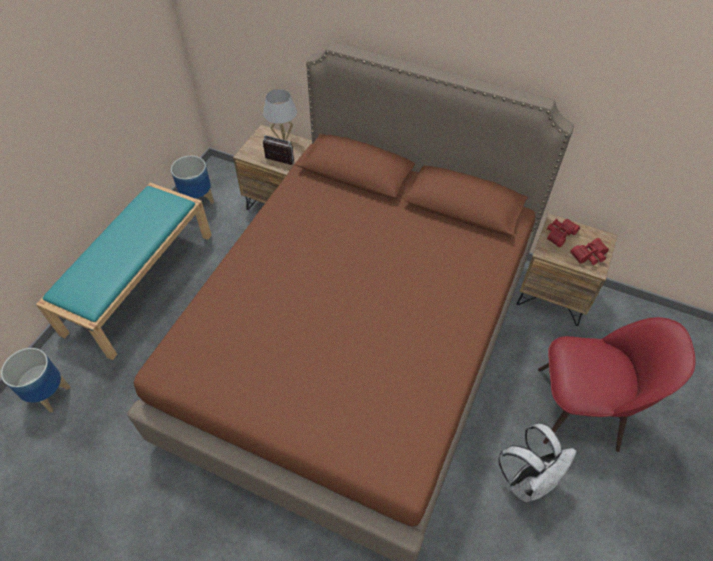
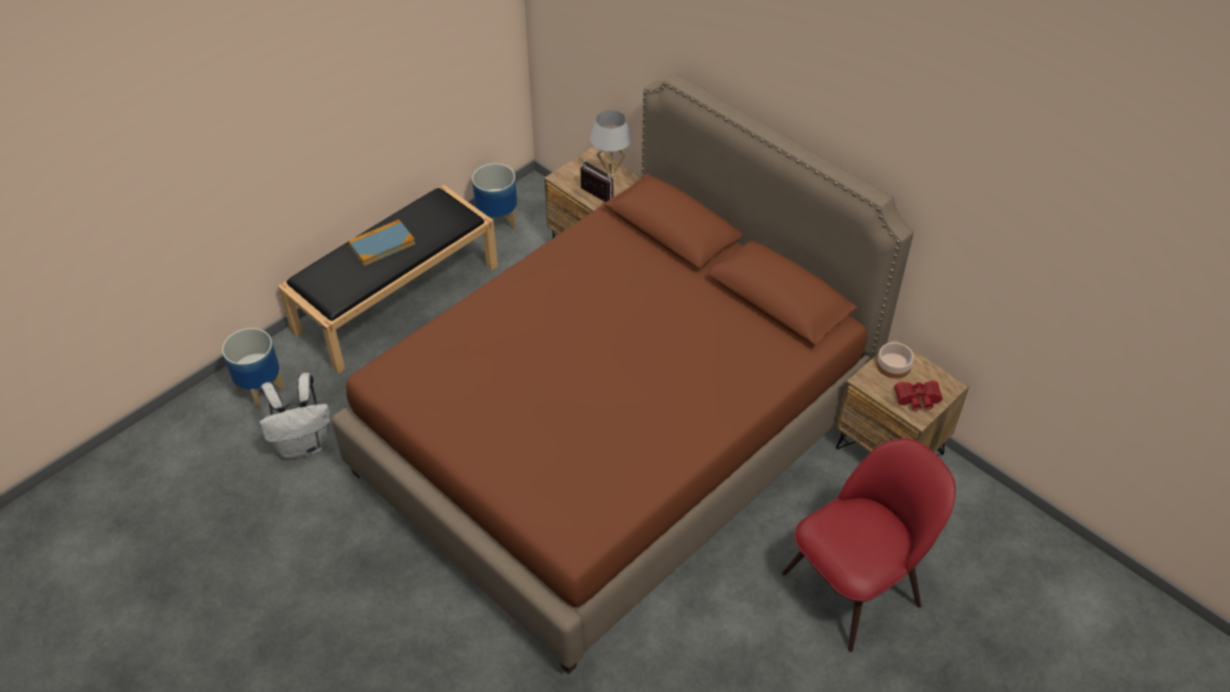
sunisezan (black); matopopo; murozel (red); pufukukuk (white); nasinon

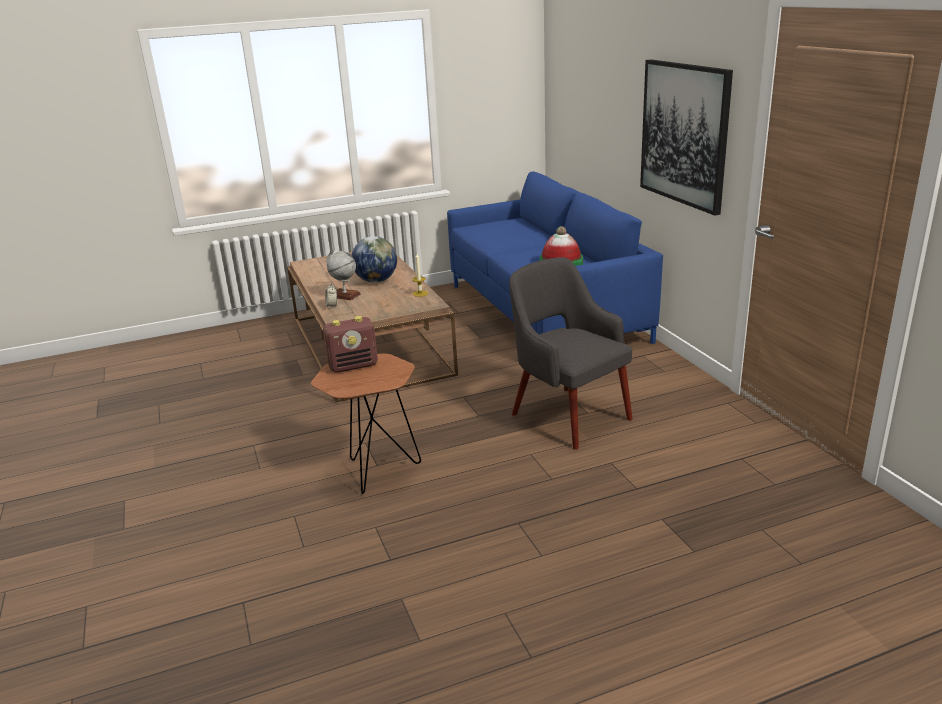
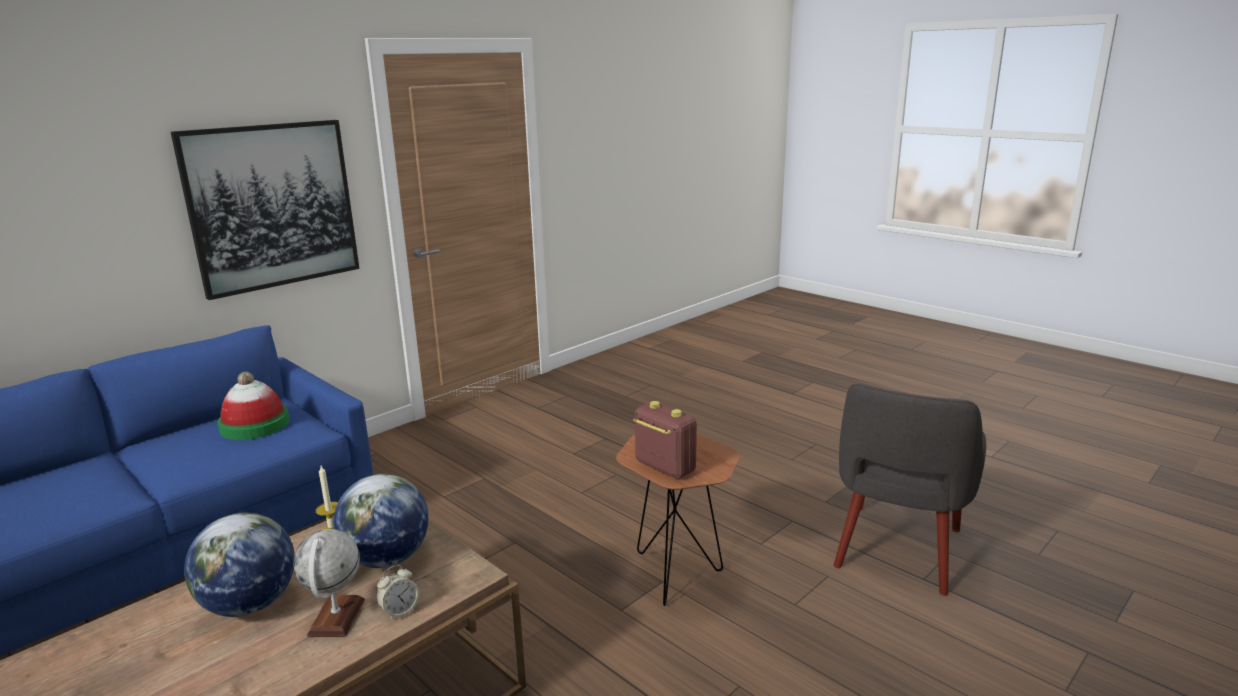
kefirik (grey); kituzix (no. 3 from left)

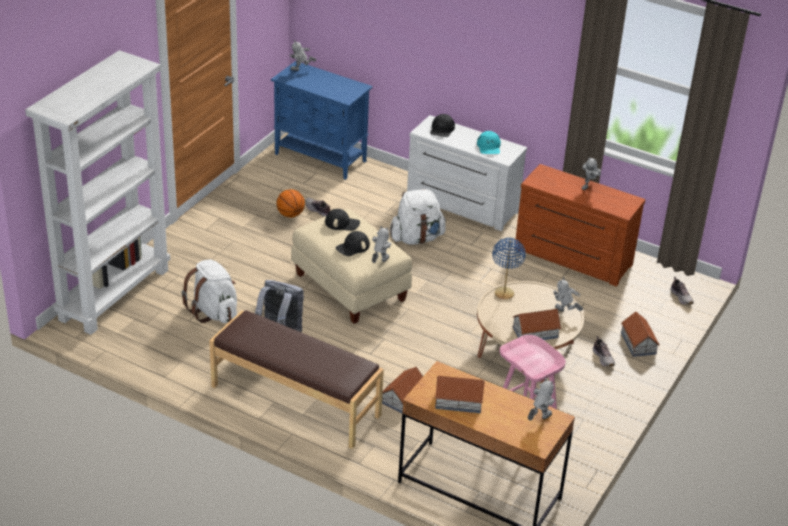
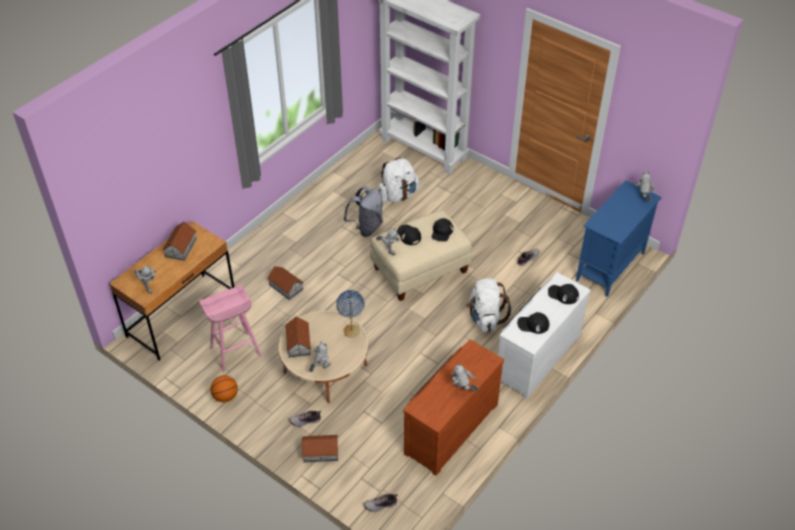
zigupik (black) (no. 3 from left); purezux; sunisezan (brown)

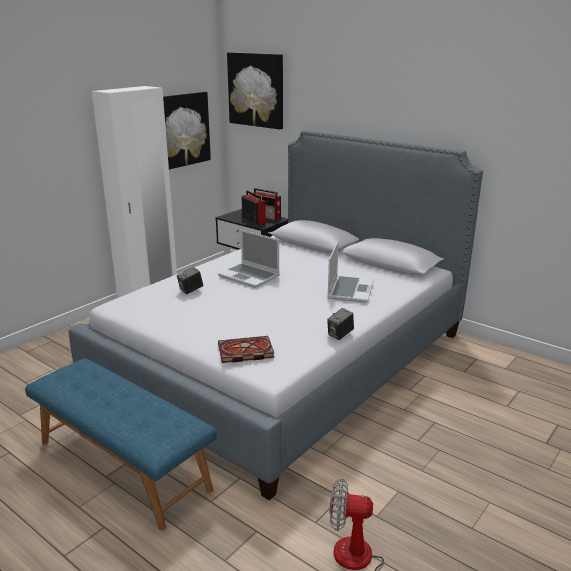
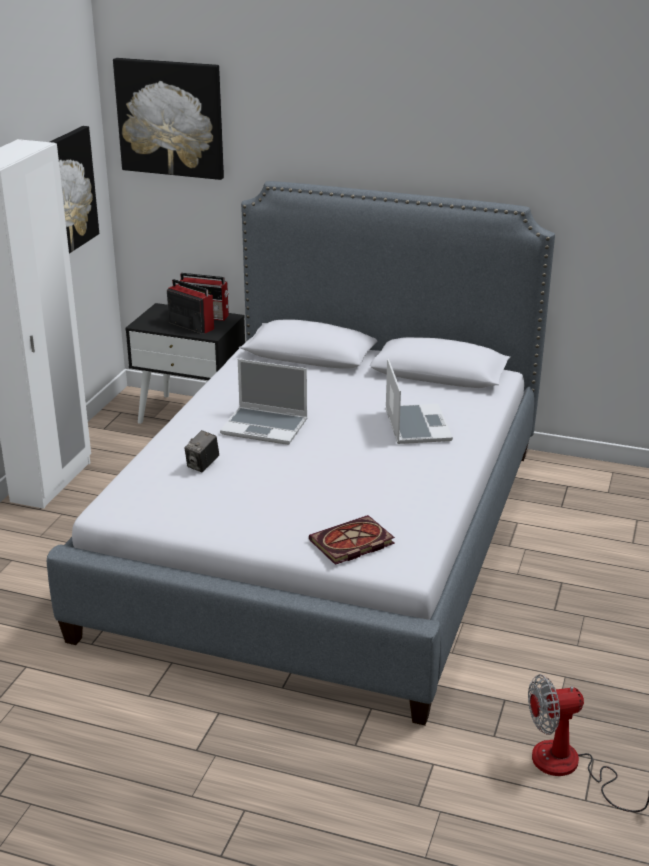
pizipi (no. 2 from left in the first image); sunisezan (blue)

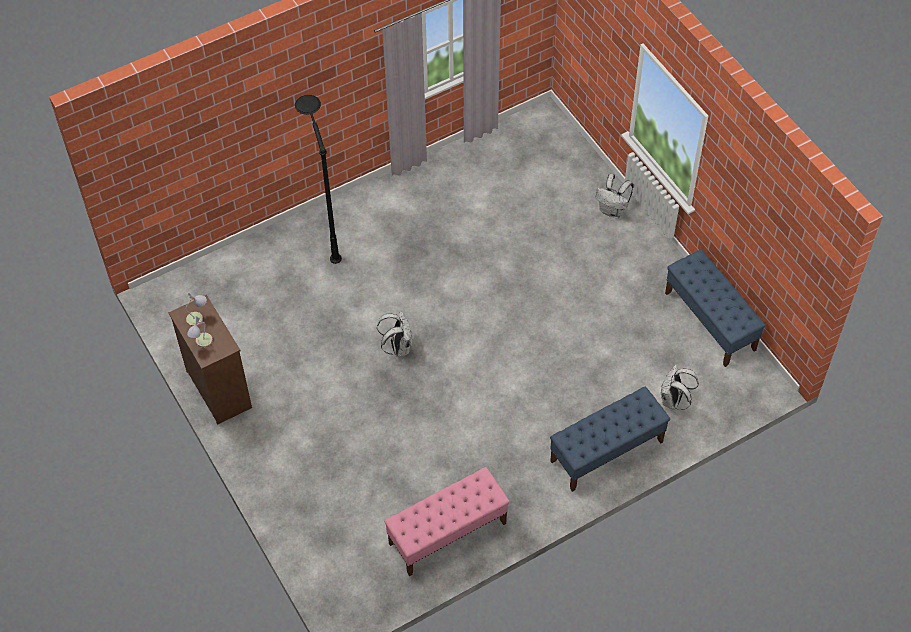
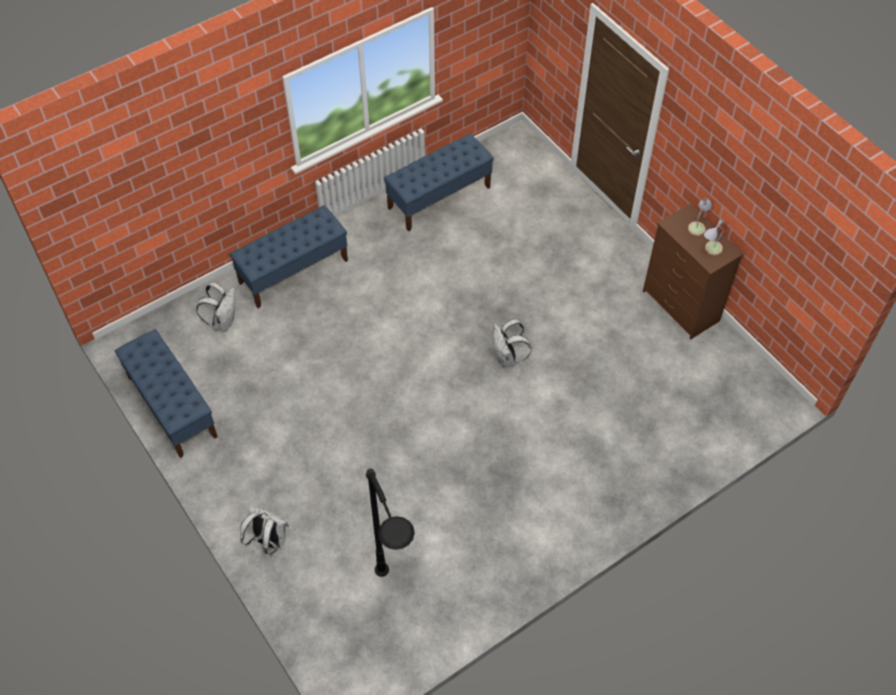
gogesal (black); sunisezan (blue) (no. 3 from left)

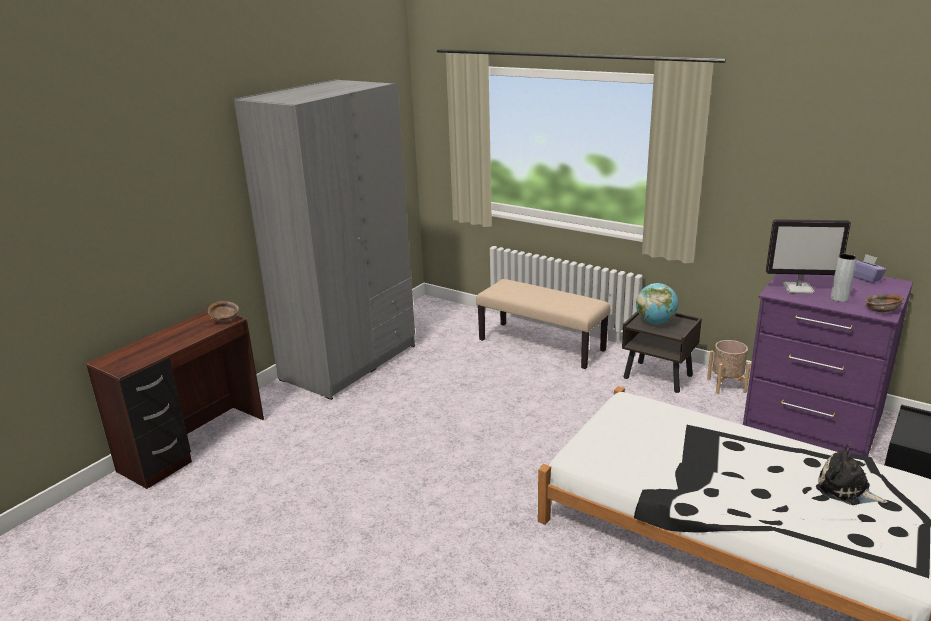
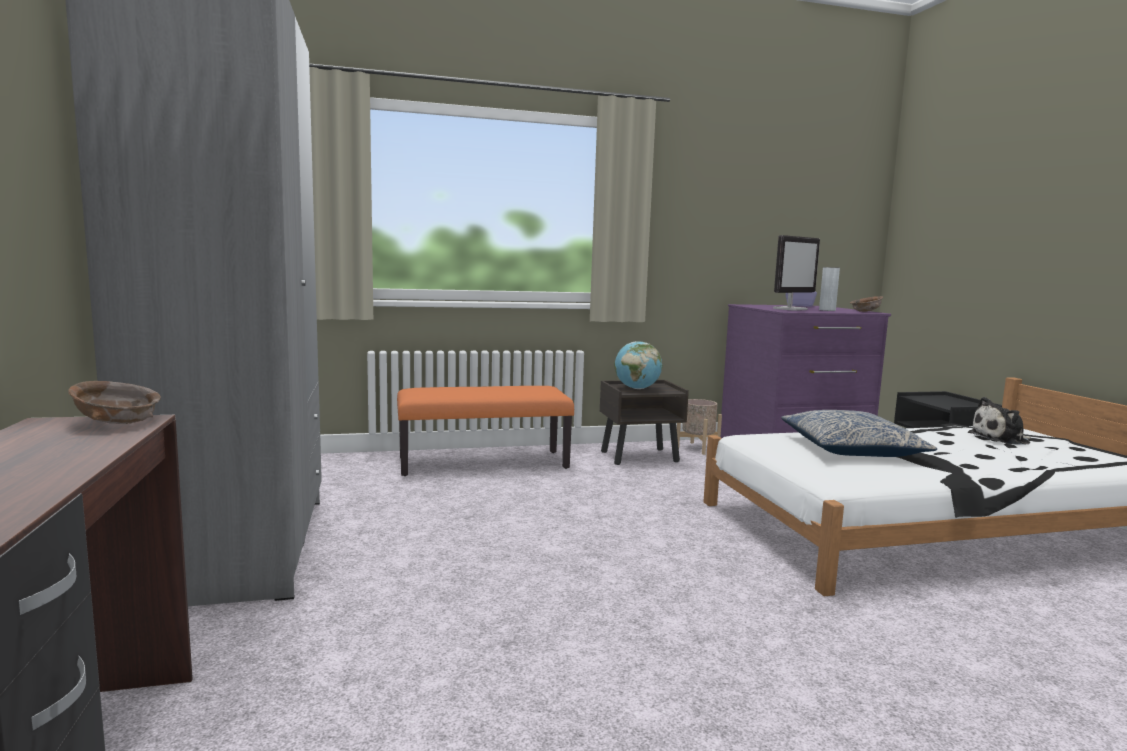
sunisezan (orange); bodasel

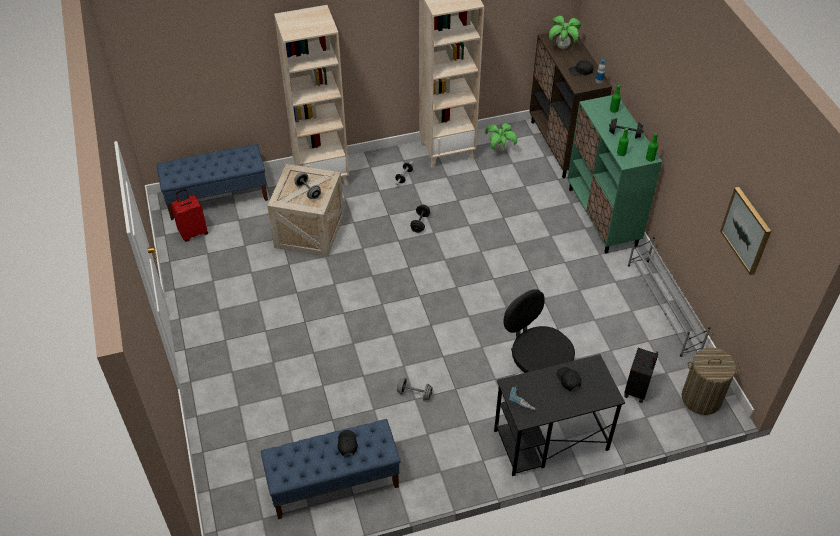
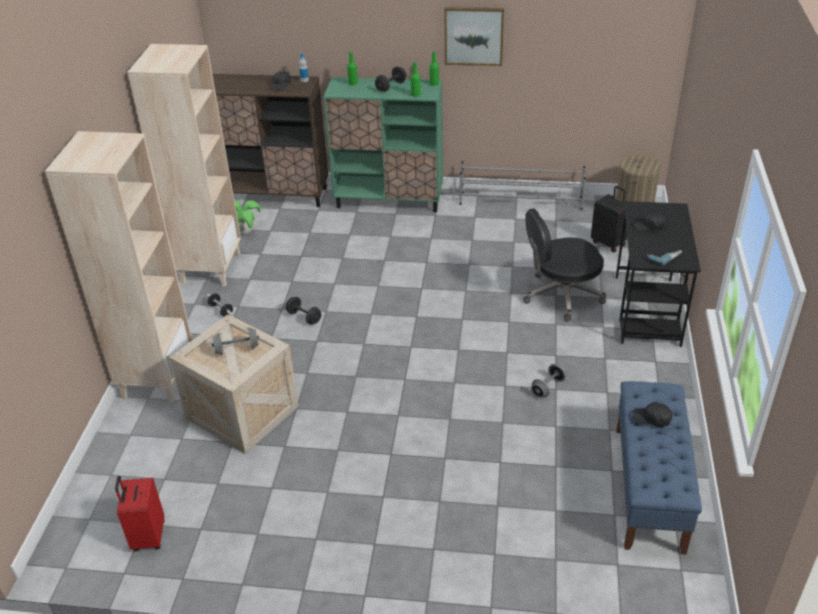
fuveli (no. 2 from left in the first image); sunisezan (blue) (no. 1 from left in the first image); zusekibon

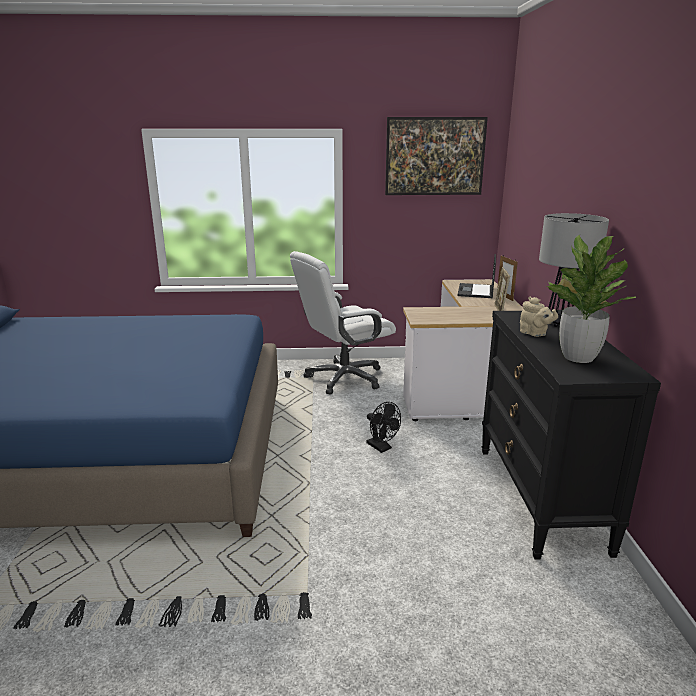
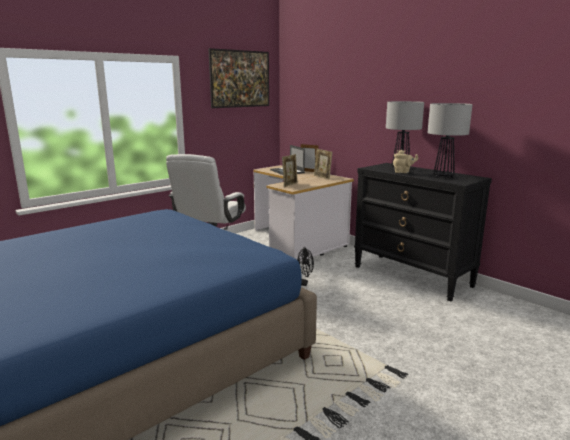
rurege (no. 2 from left); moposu (no. 1 from left)

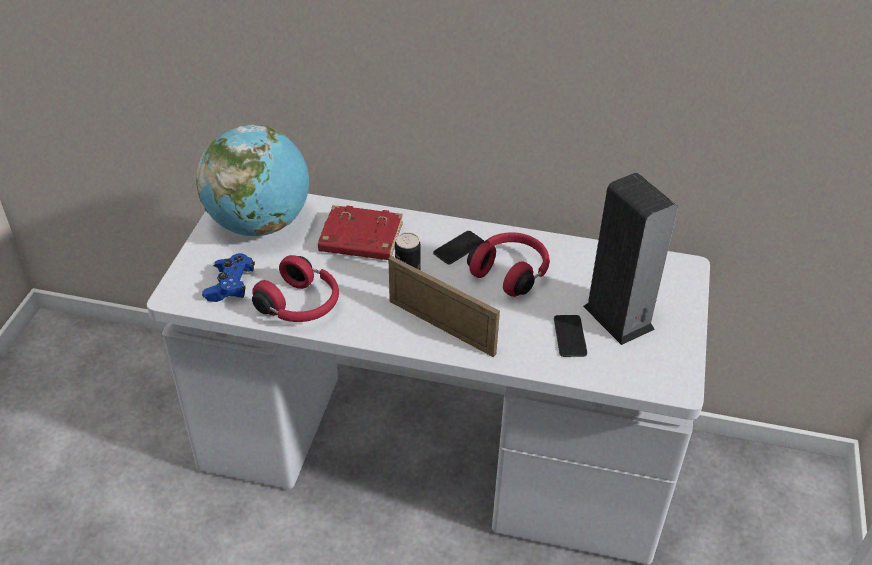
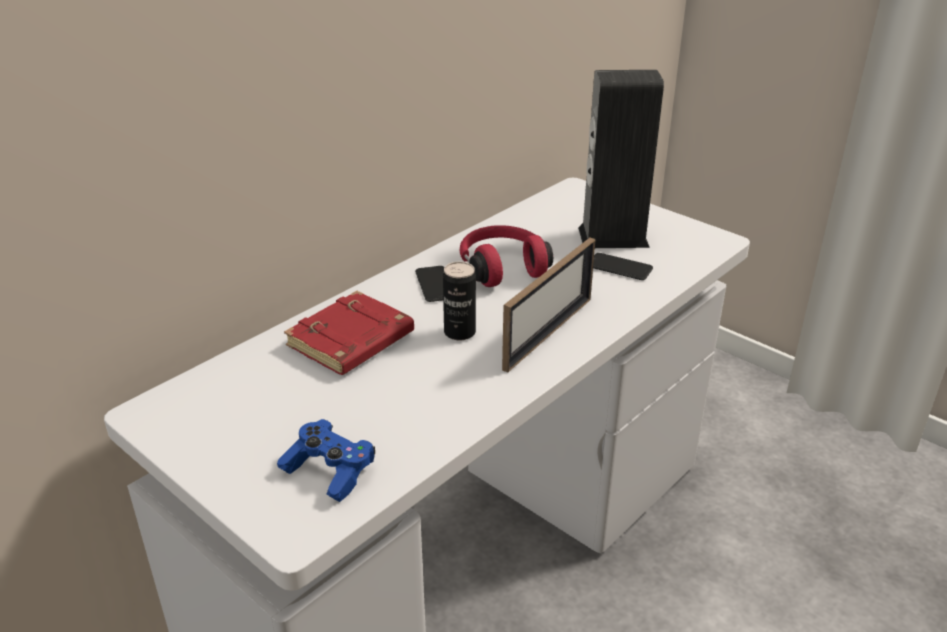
kituzix; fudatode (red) (no. 1 from left in the first image); moposu

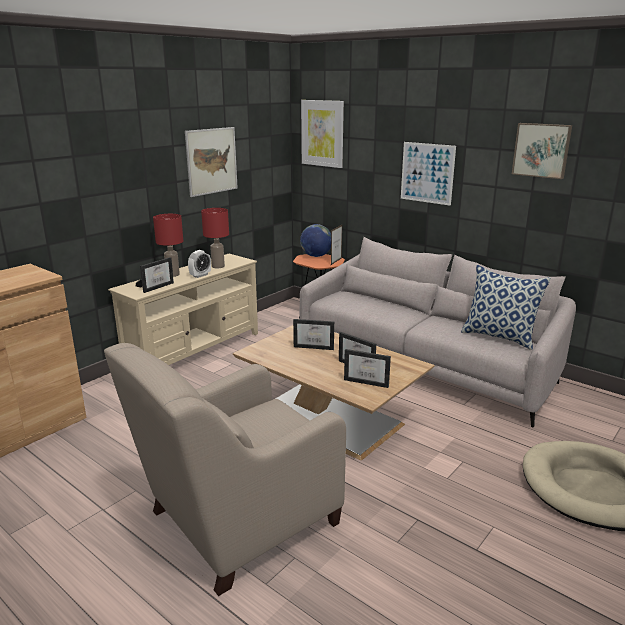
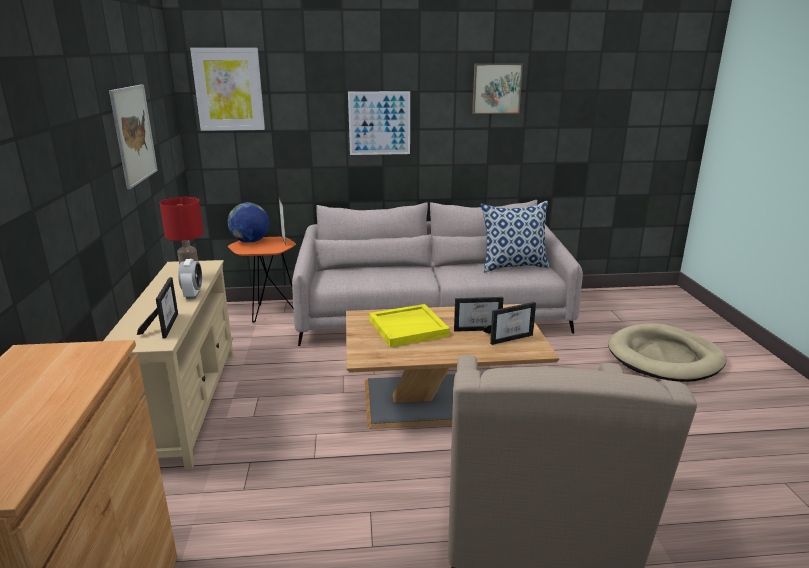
rurege (red) (no. 1 from left in the first image); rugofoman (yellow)

